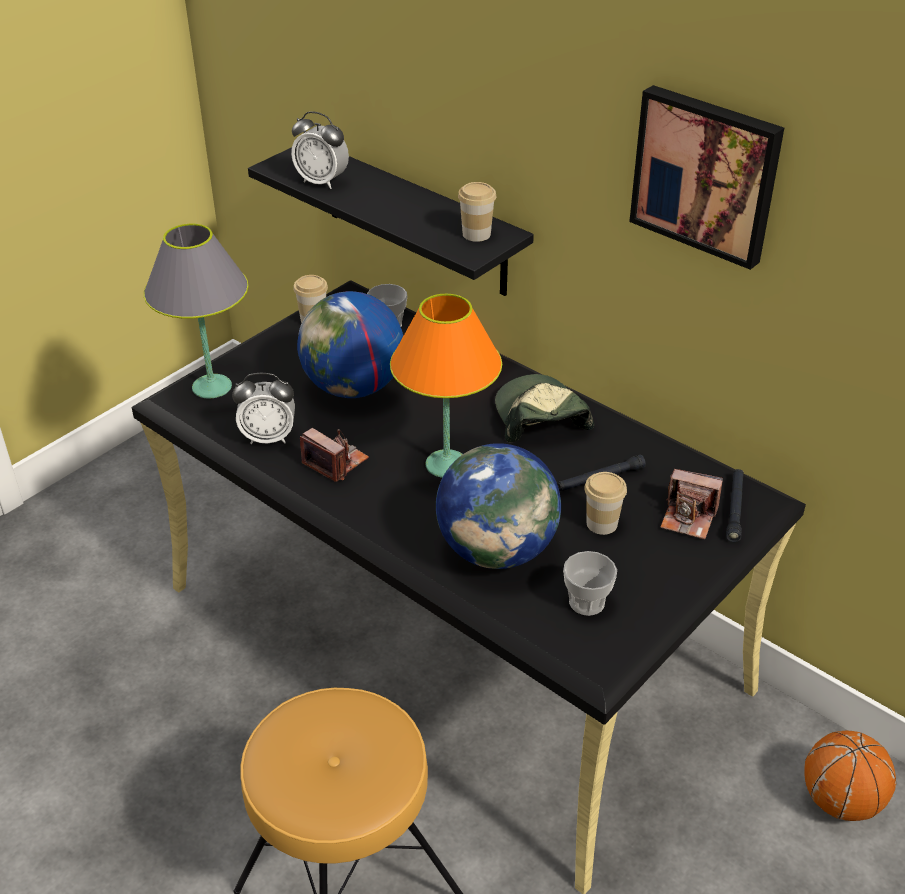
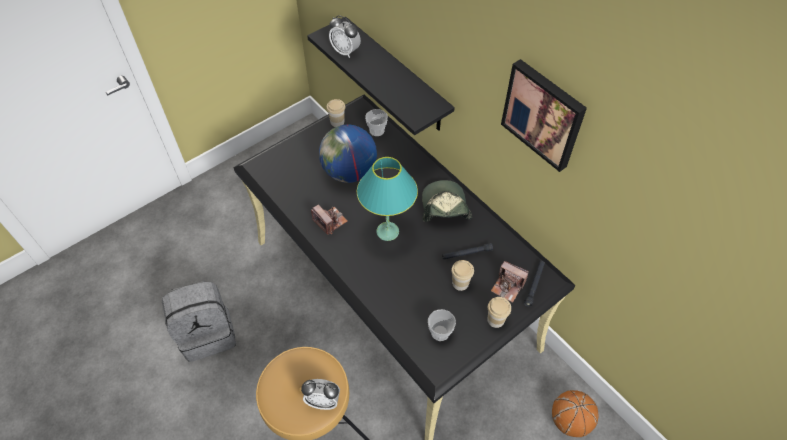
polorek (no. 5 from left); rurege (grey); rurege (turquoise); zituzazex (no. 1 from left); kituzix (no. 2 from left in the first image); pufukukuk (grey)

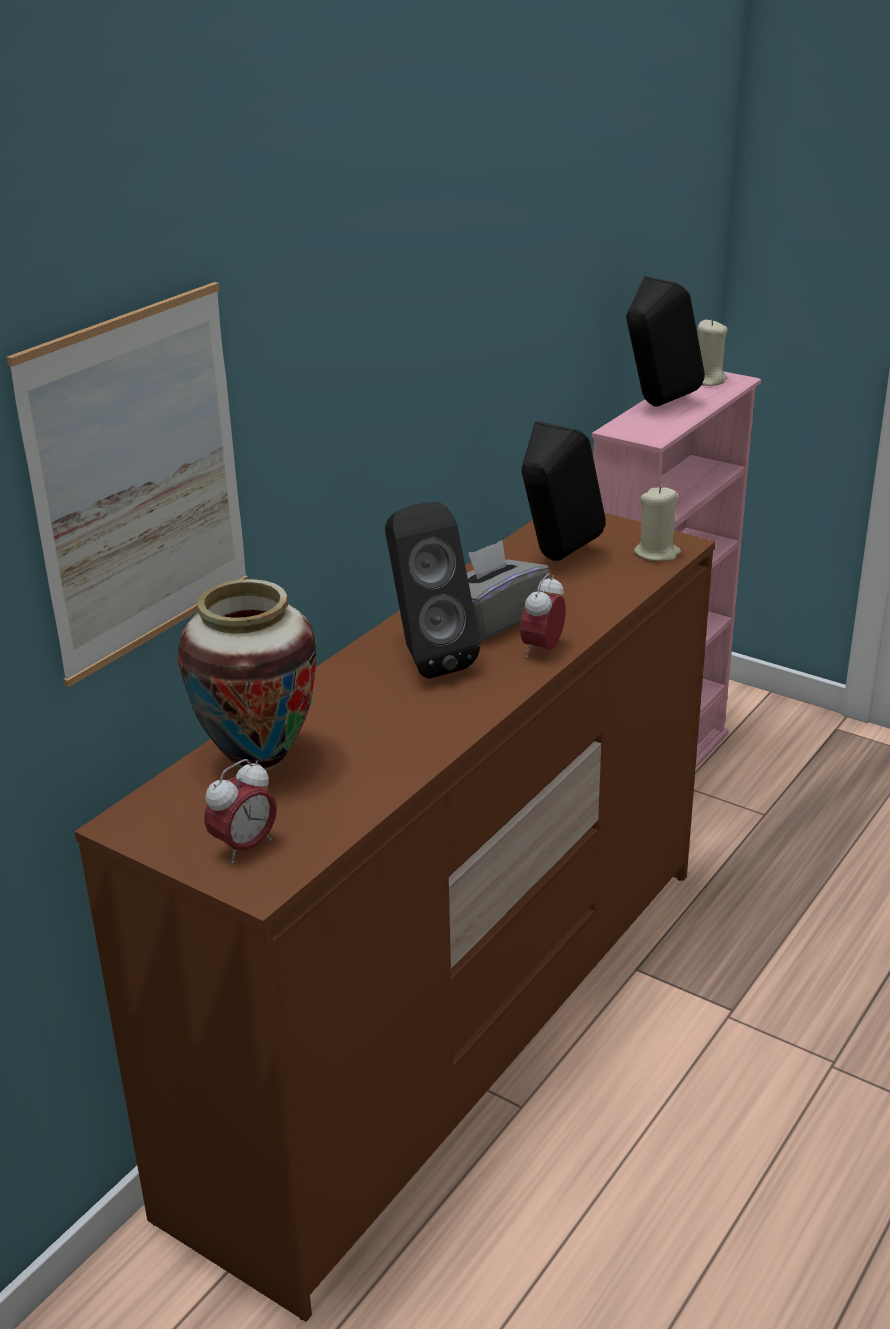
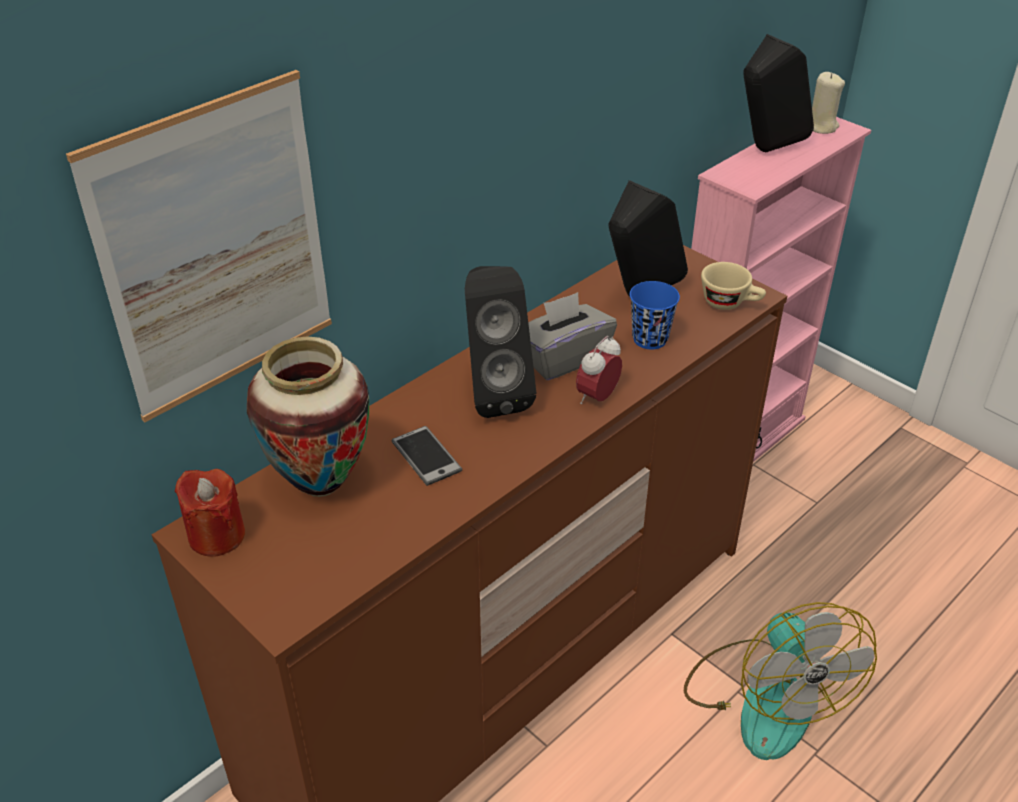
polorek (beige); zituzazex (no. 1 from left in the first image); polorek (blue); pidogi; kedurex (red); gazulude

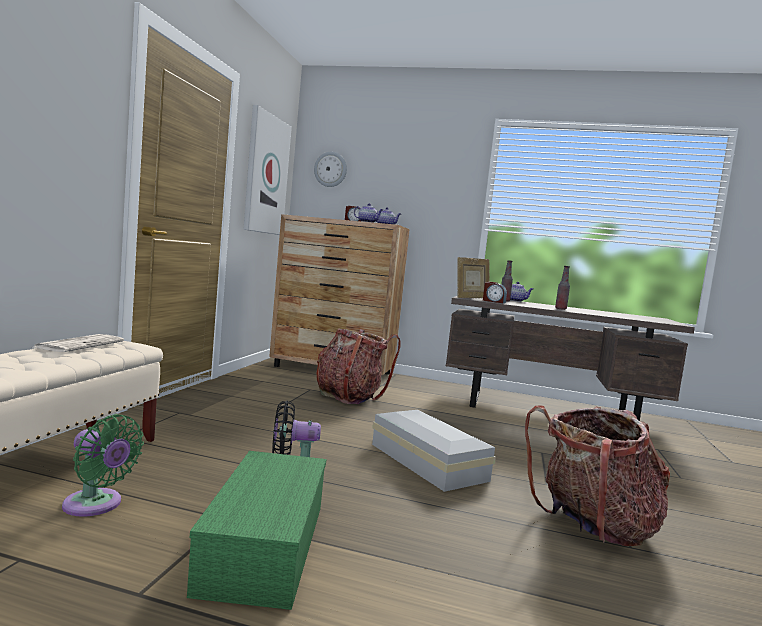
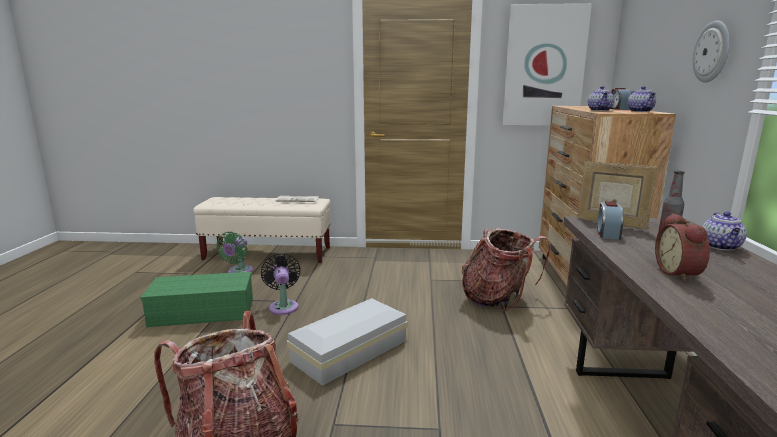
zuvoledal; zituzazex (no. 3 from left)

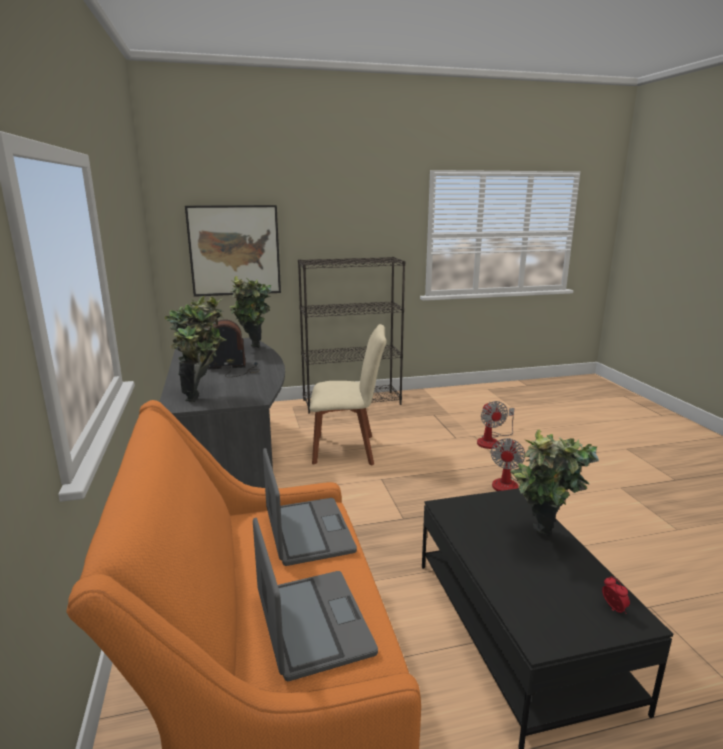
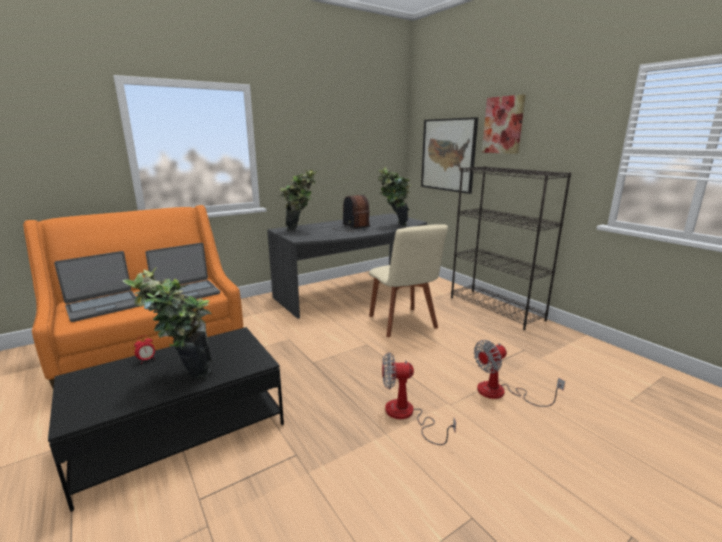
zituzazex; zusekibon (no. 2 from left)

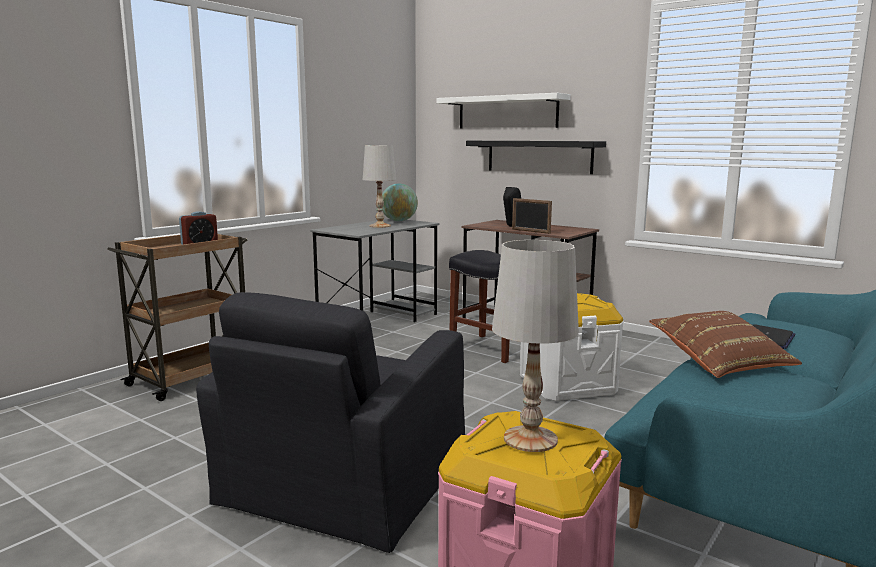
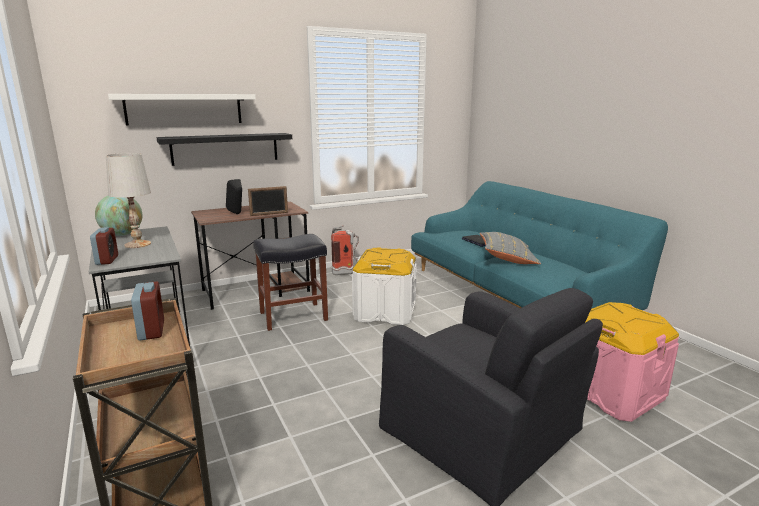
rurege (white) (no. 2 from left in the first image); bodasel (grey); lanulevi; zituzazex (no. 1 from left)

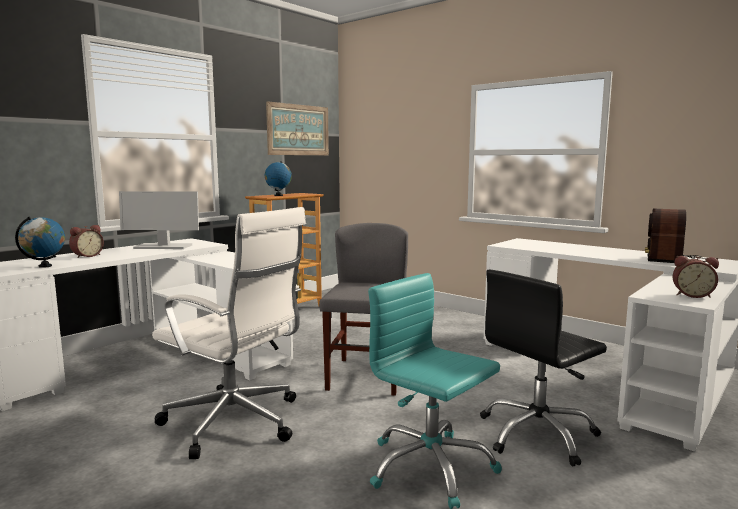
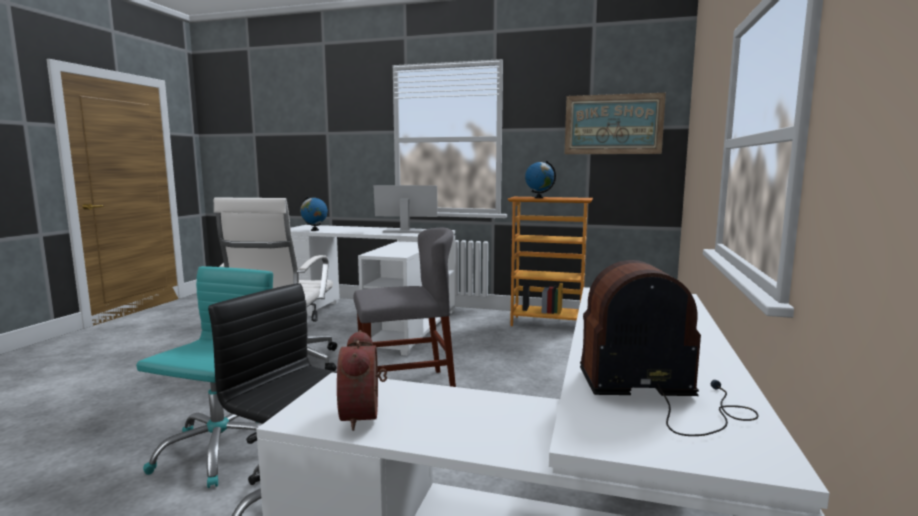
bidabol; zituzazex (no. 1 from left in the first image)

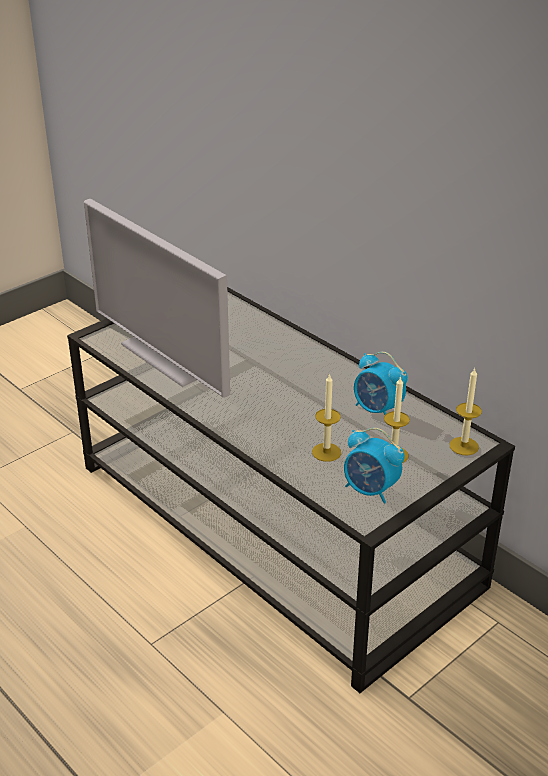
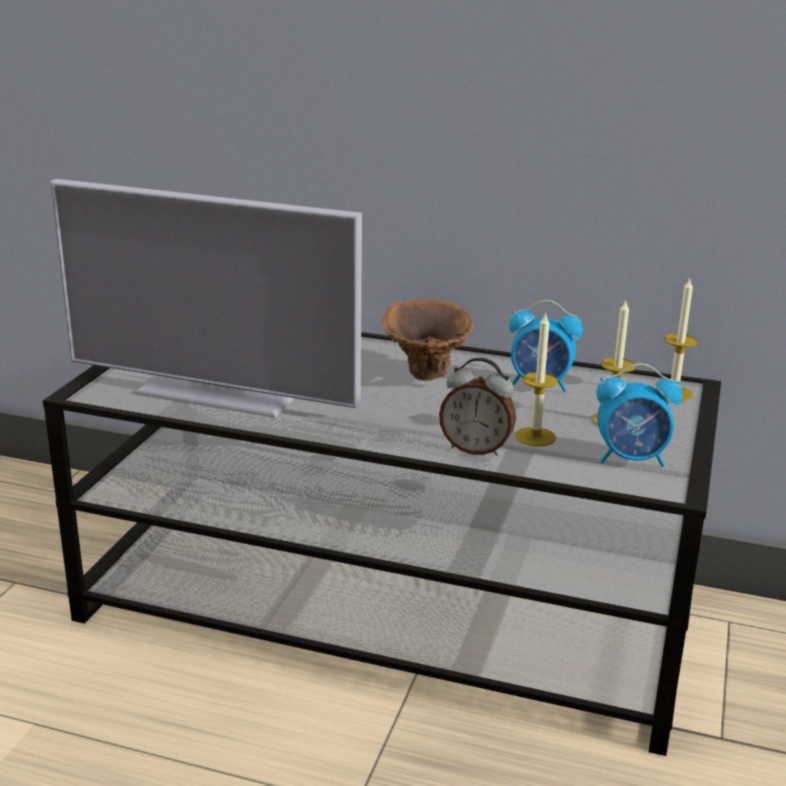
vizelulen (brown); zituzazex (no. 1 from left)

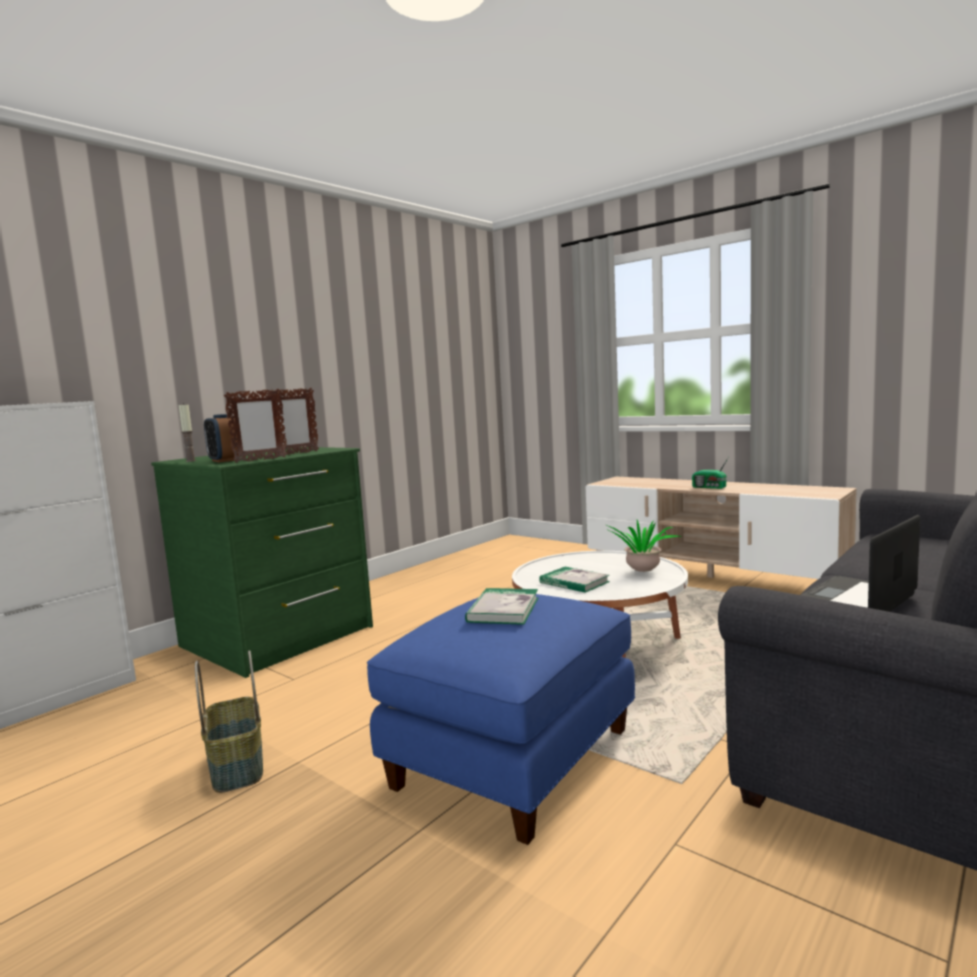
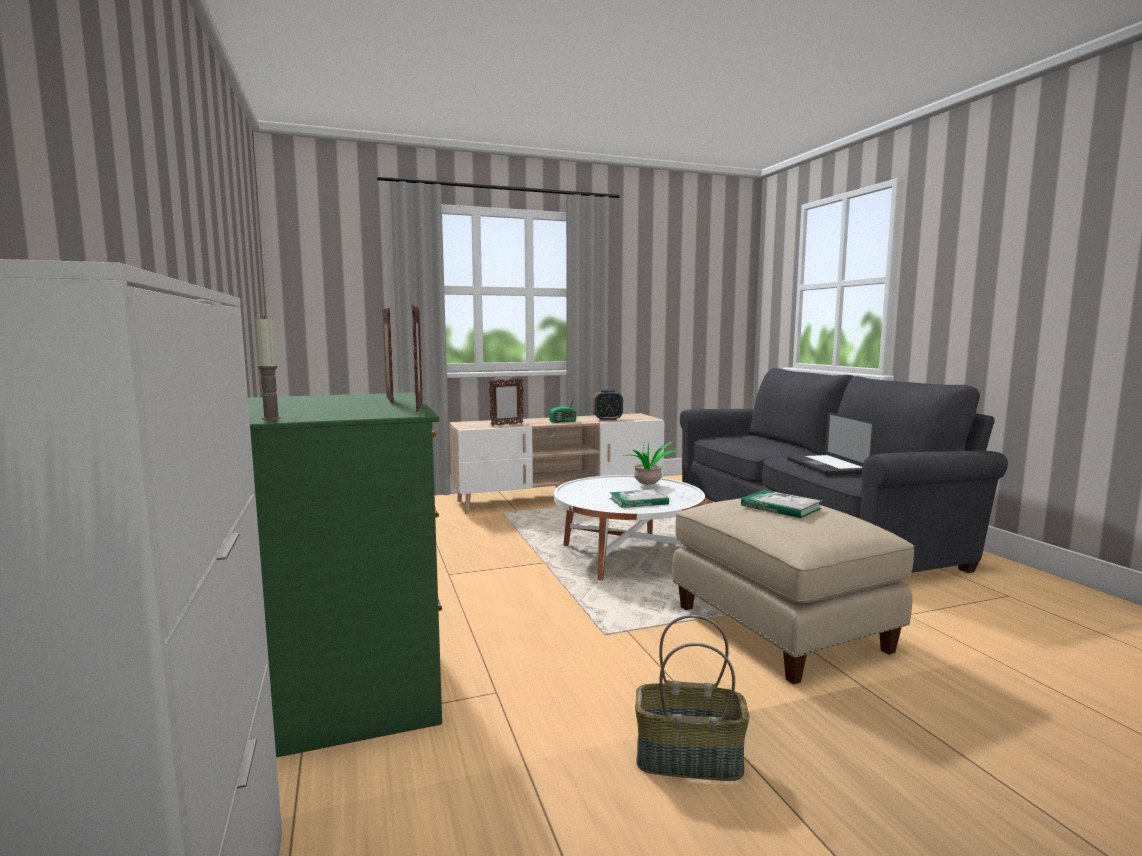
zituzazex; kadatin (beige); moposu (no. 3 from left)

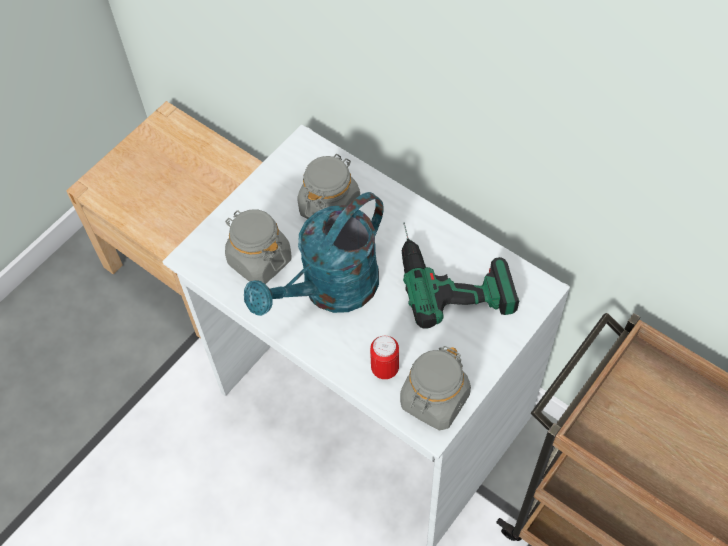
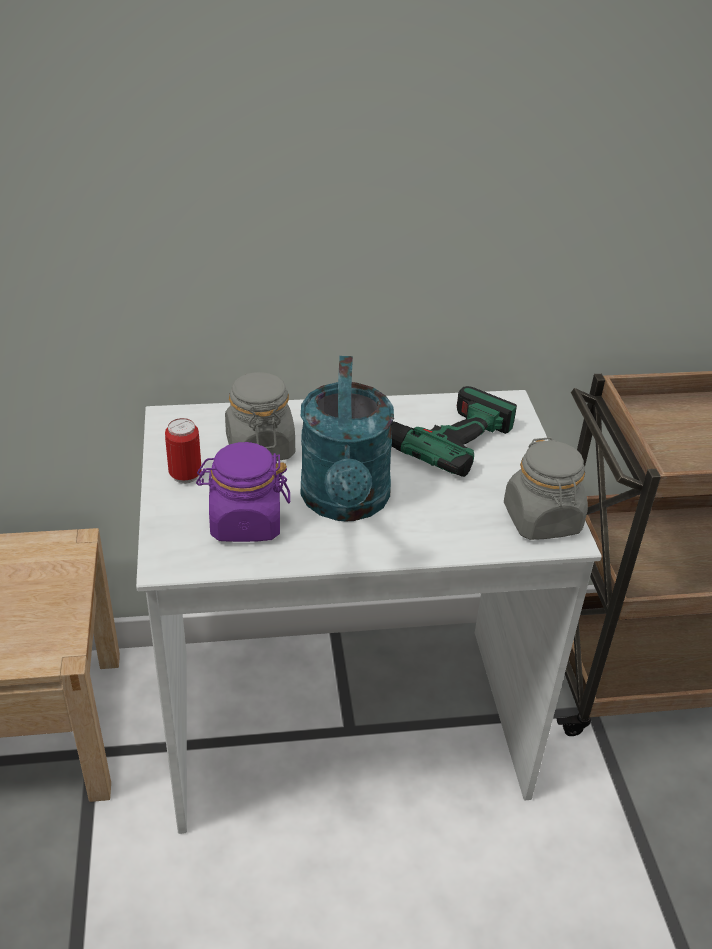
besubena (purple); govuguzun

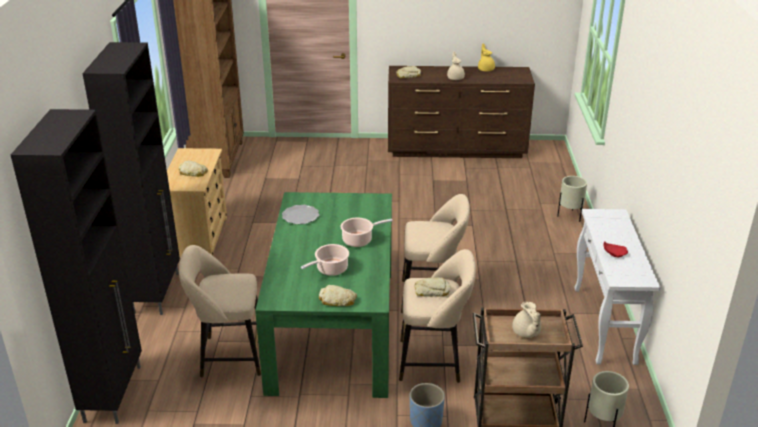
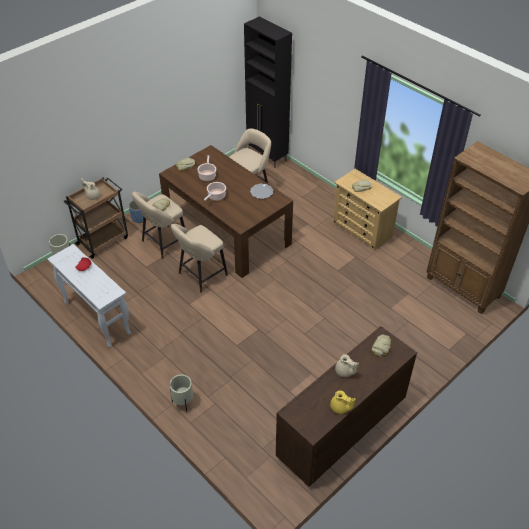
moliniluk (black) (no. 2 from left in the first image); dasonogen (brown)

